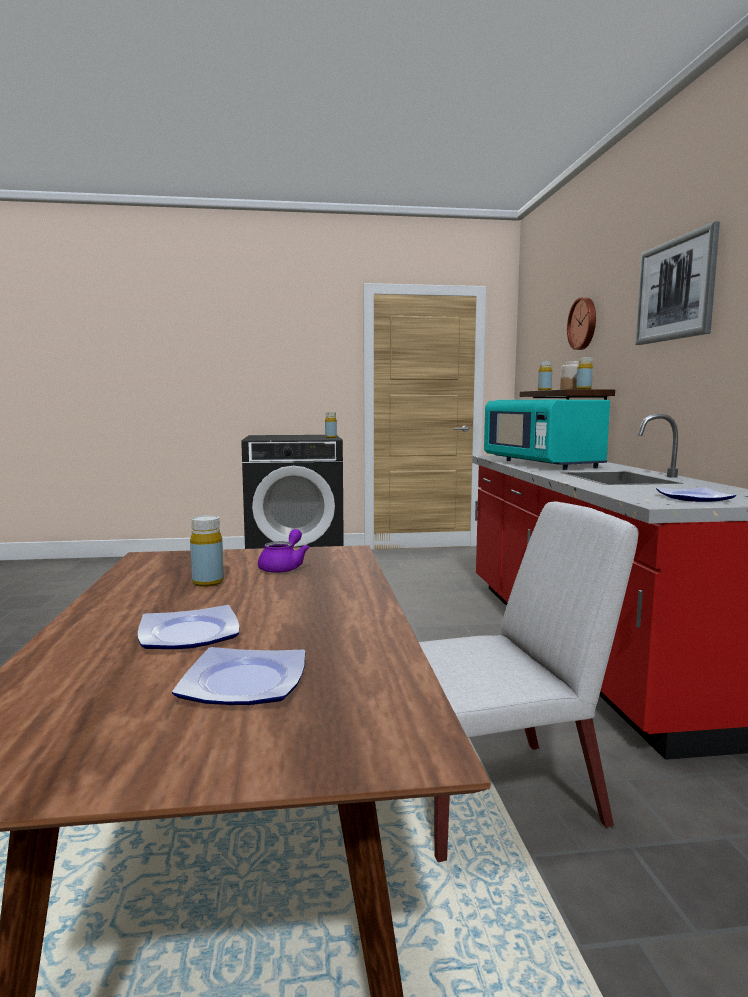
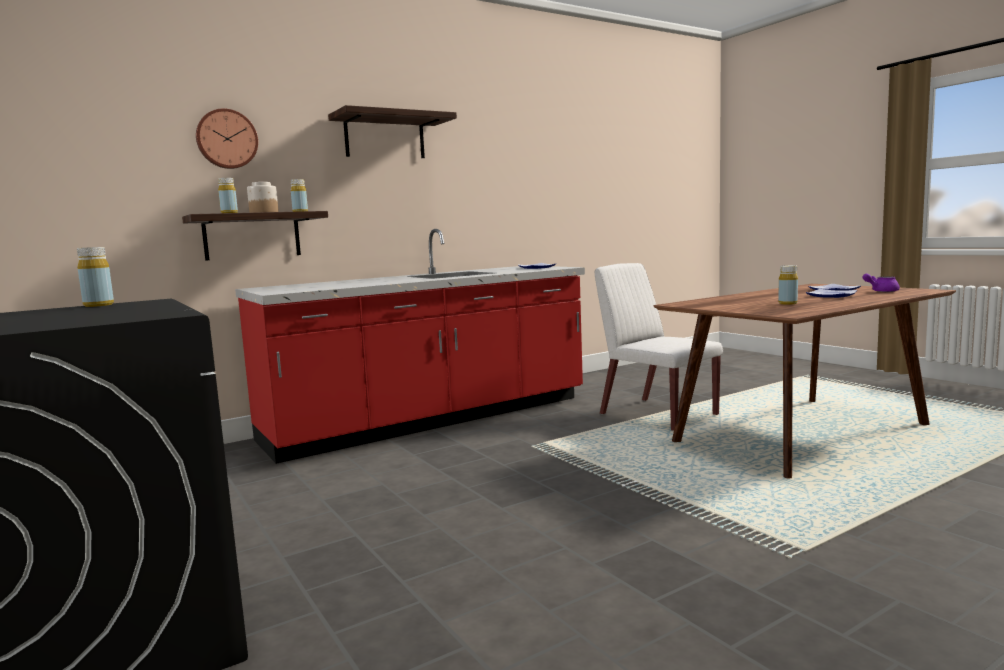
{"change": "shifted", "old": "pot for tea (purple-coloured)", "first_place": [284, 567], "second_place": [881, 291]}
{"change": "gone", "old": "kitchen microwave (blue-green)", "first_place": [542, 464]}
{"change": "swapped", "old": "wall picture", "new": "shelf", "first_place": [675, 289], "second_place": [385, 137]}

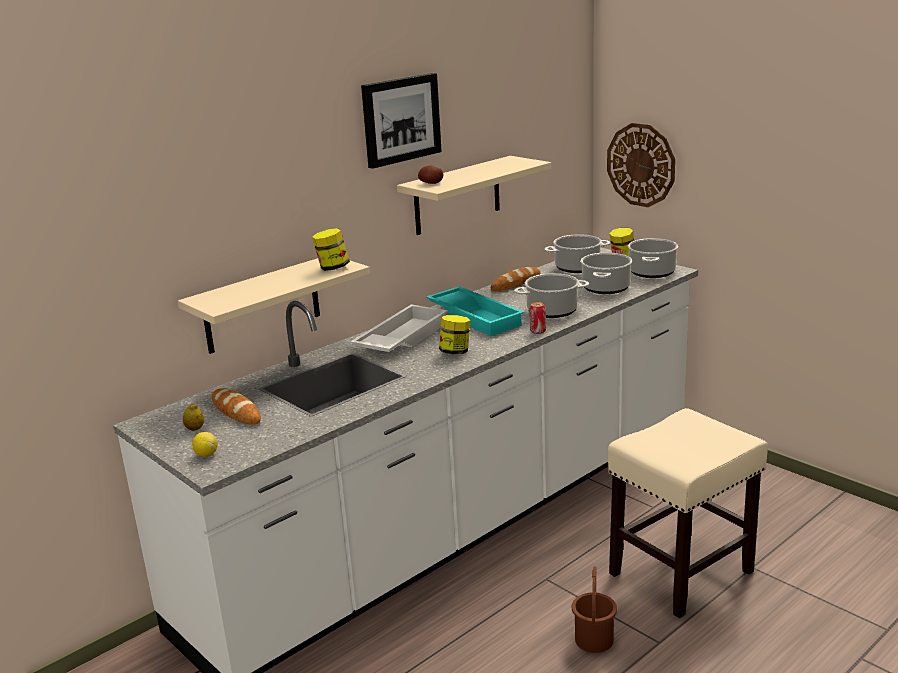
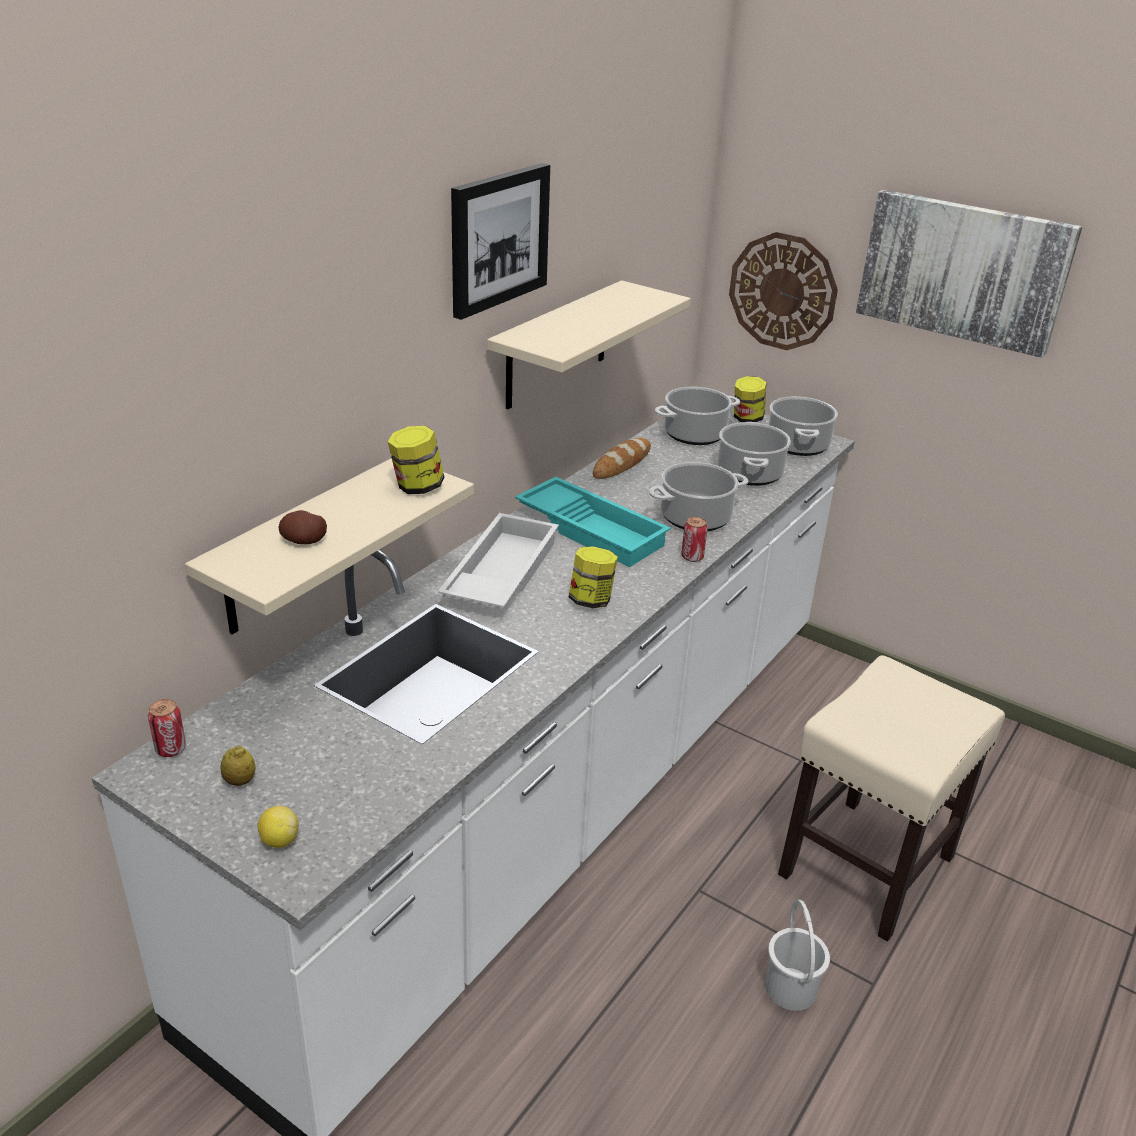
{"change": "gone", "old": "bakery bread", "first_place": [236, 411]}
{"change": "shifted", "old": "spud", "first_place": [431, 183], "second_place": [304, 541]}
{"change": "repainted", "old": "pail (brown)", "new": "pail (white-coloured)", "first_place": [594, 639], "second_place": [791, 988]}
{"change": "new", "new": "can", "second_place": [171, 749]}
{"change": "new", "new": "wall picture", "second_place": [963, 271]}

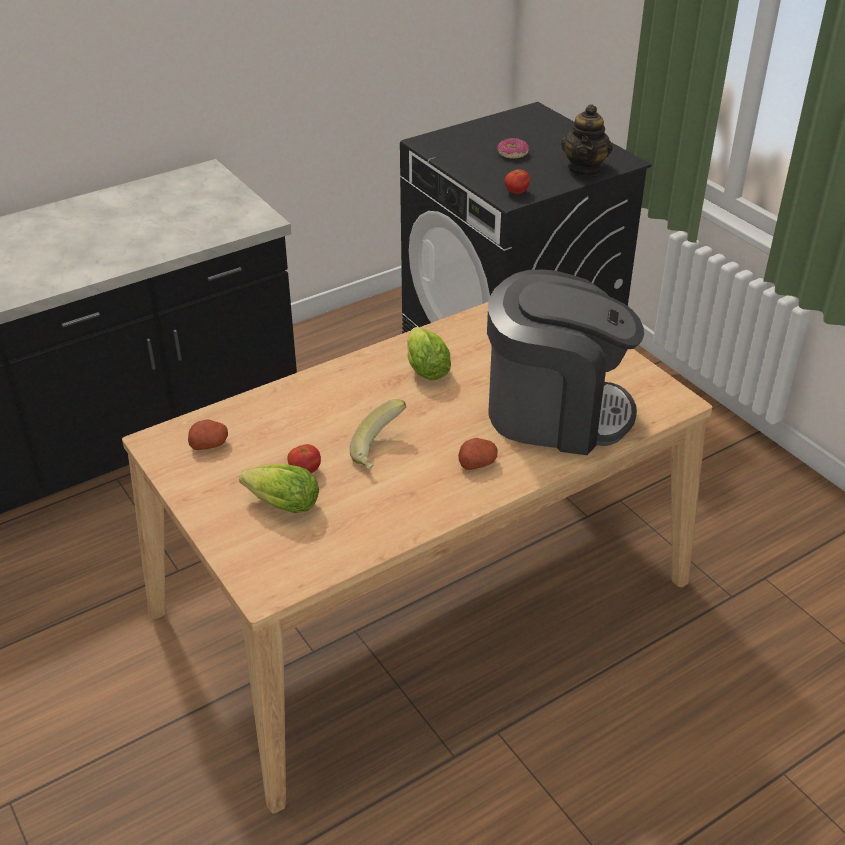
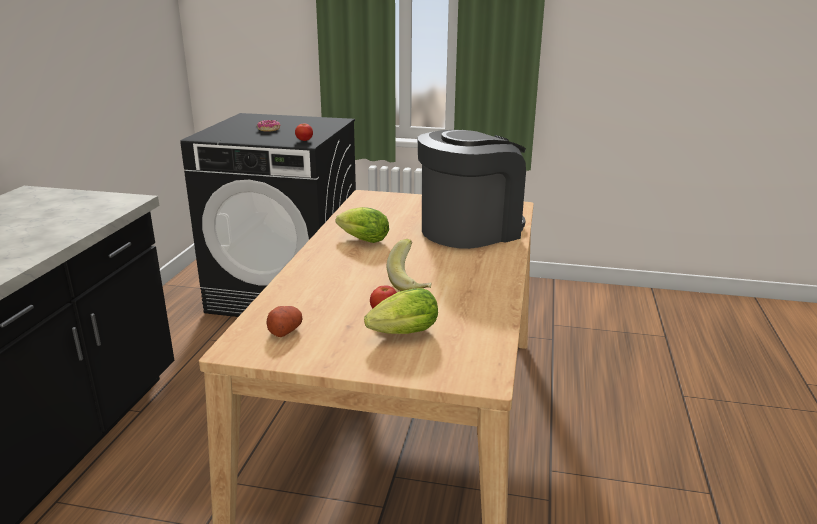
{"change": "gone", "old": "spud", "first_place": [477, 463]}
{"change": "gone", "old": "pot for tea", "first_place": [585, 169]}

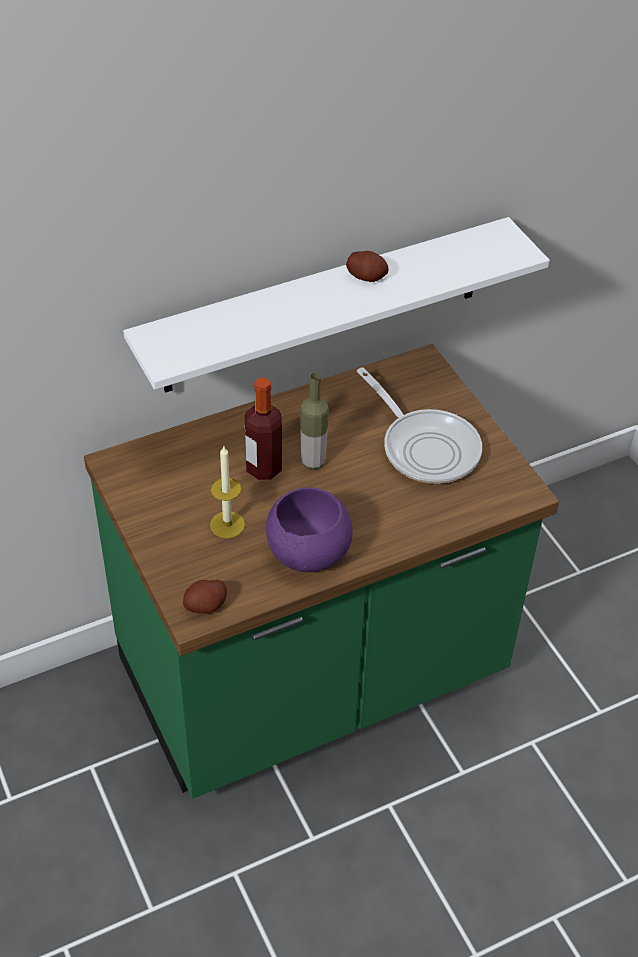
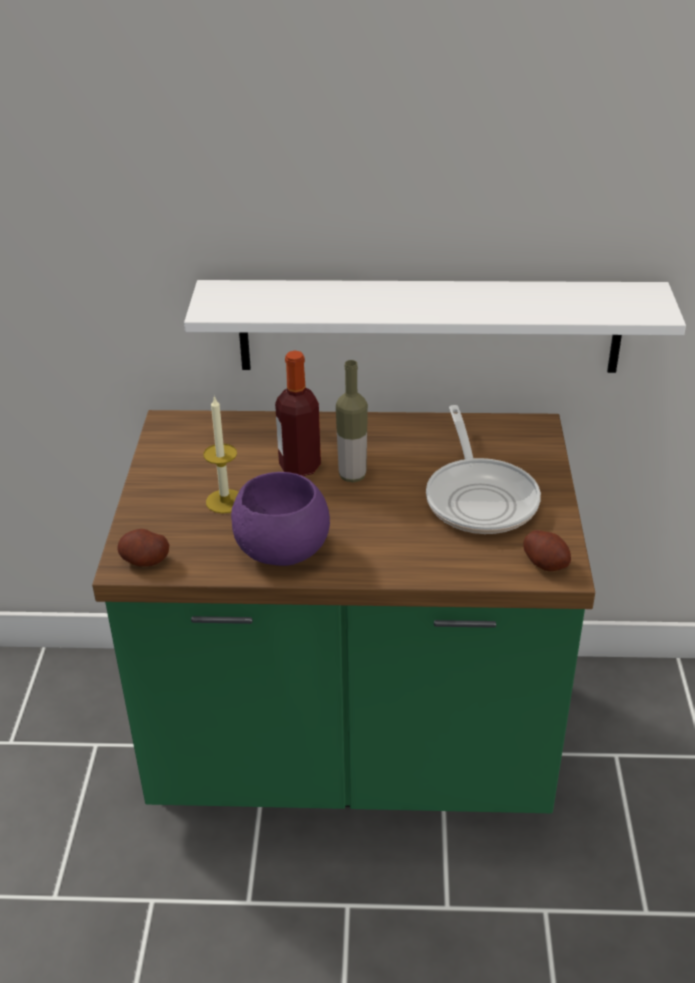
{"change": "shifted", "old": "spud", "first_place": [366, 276], "second_place": [546, 563]}

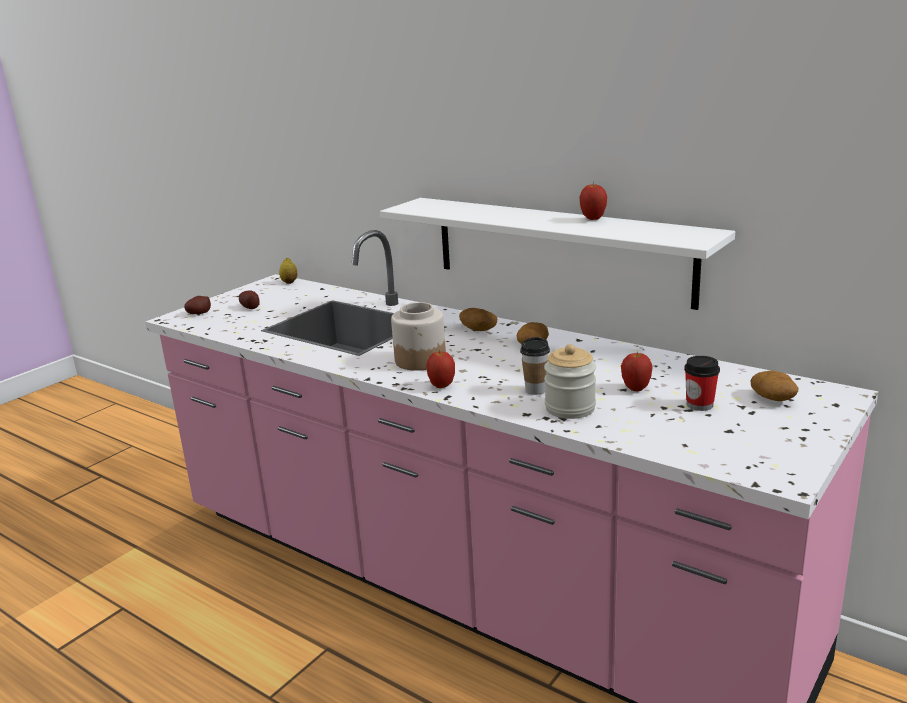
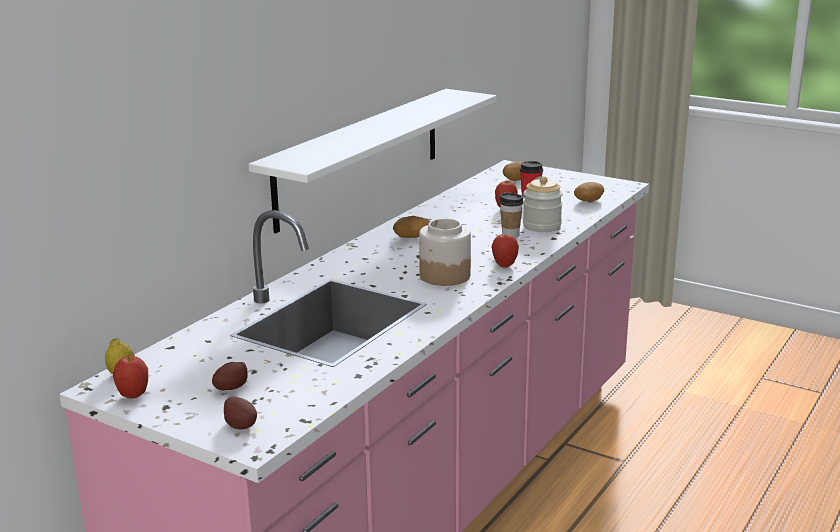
{"change": "shifted", "old": "spud", "first_place": [478, 329], "second_place": [588, 201]}
{"change": "shifted", "old": "apple", "first_place": [593, 219], "second_place": [133, 396]}

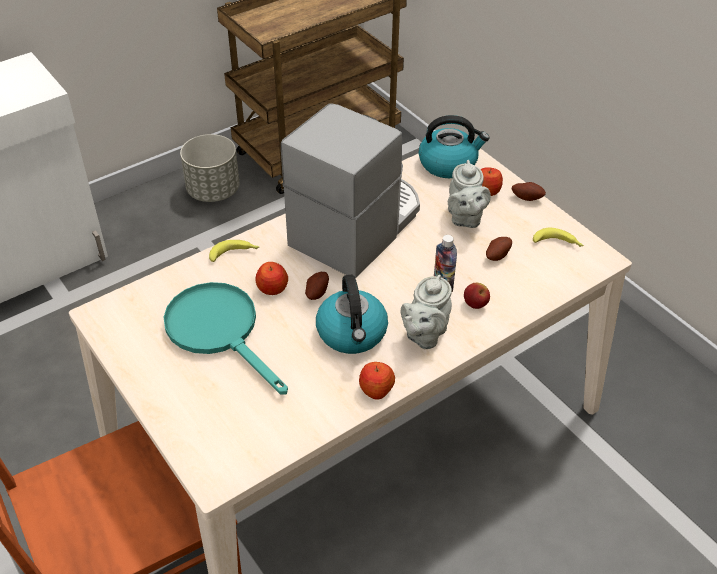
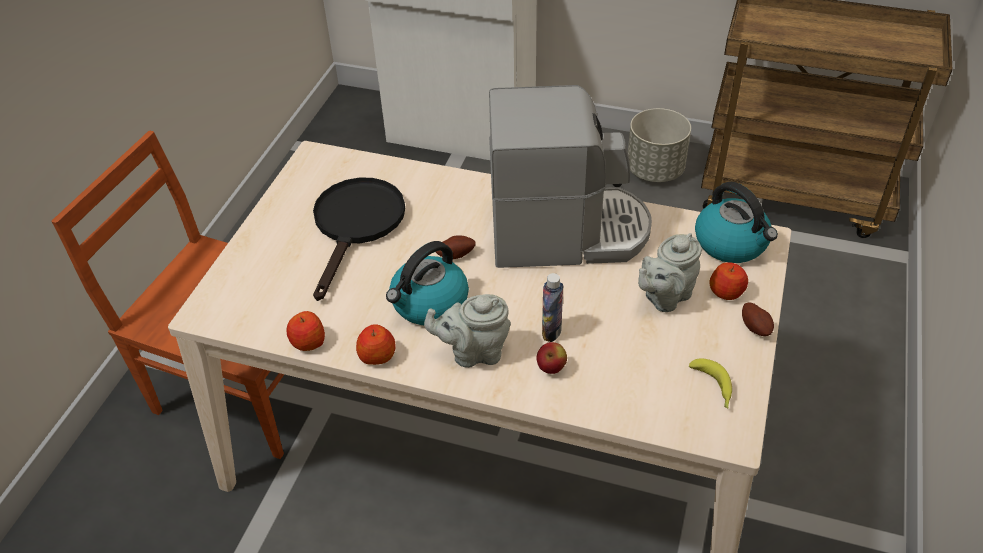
{"change": "repainted", "old": "pan (blue-green)", "new": "pan (black)", "first_place": [220, 331], "second_place": [356, 226]}
{"change": "gone", "old": "whole banana", "first_place": [235, 254]}
{"change": "shifted", "old": "apple", "first_place": [272, 288], "second_place": [308, 342]}
{"change": "gone", "old": "spud", "first_place": [497, 255]}

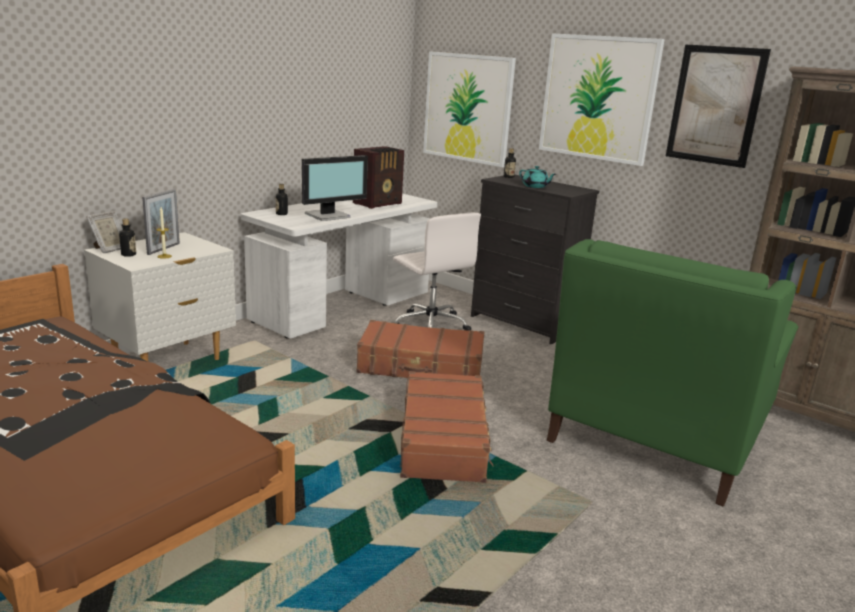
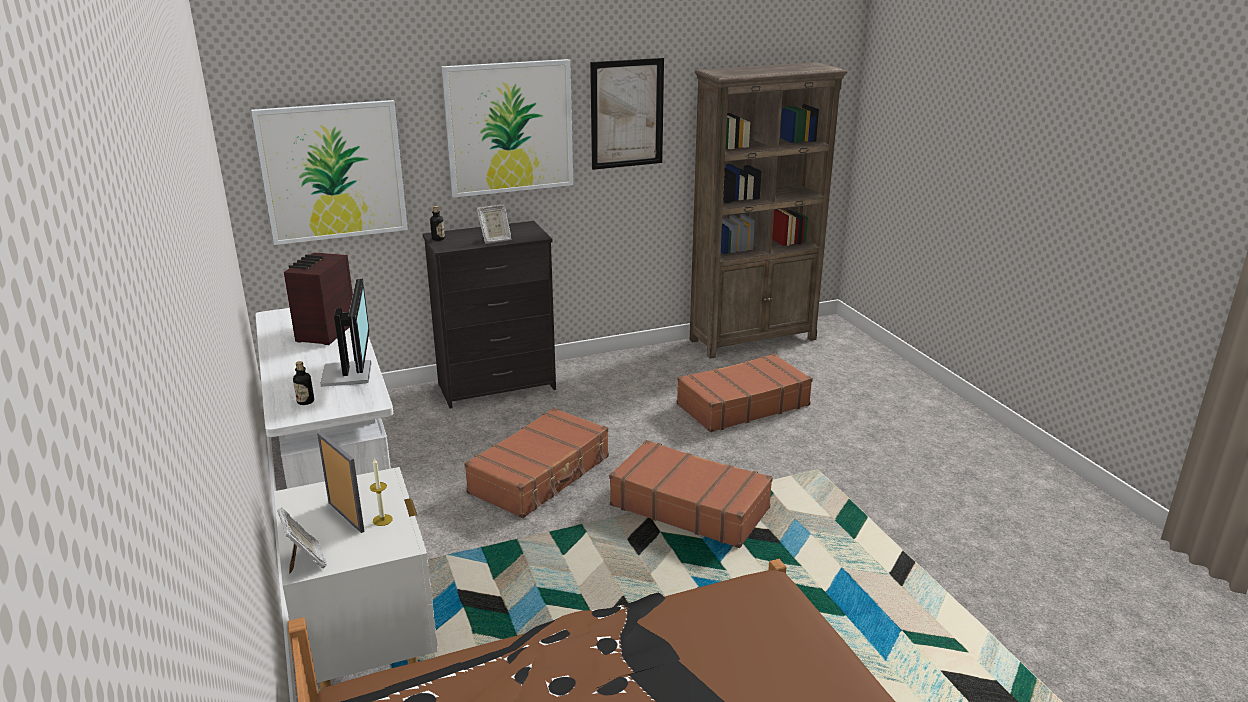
{"change": "gone", "old": "drink bottle", "first_place": [128, 255]}
{"change": "rotated", "old": "radio receiver", "first_place": [378, 203], "second_place": [324, 332], "degrees": -150}
{"change": "gone", "old": "desk chair (white-coloured)", "first_place": [430, 326]}
{"change": "swapped", "old": "pot for tea (blue-green)", "new": "standing frame", "first_place": [535, 186], "second_place": [495, 240]}
{"change": "swapped", "old": "armchair (greenish)", "new": "travel case (brown)", "first_place": [657, 433], "second_place": [742, 405]}

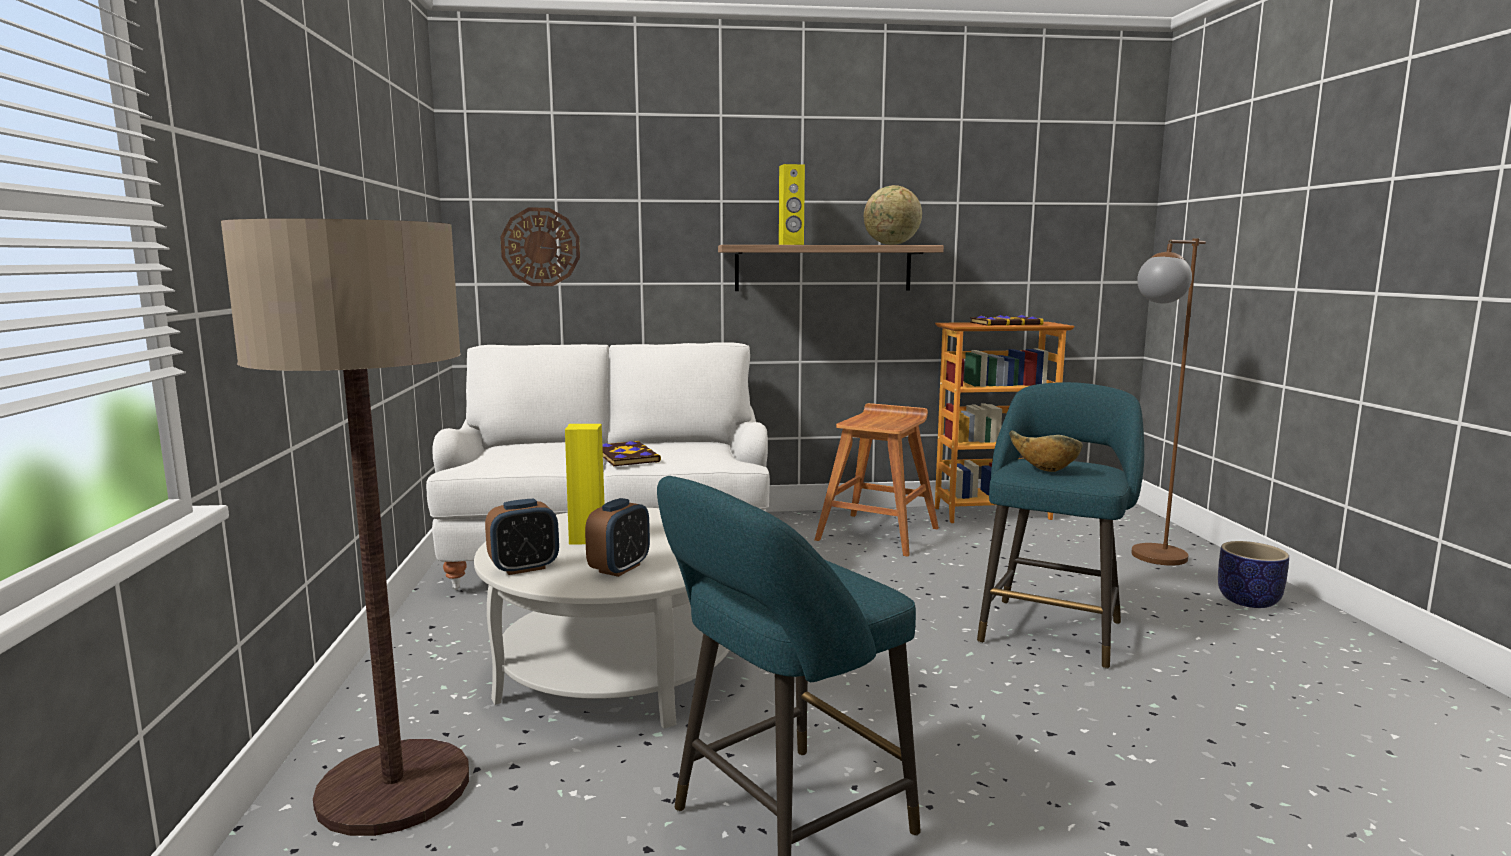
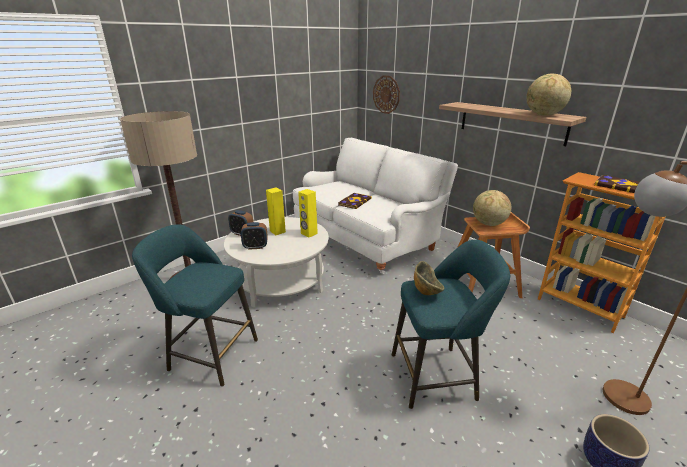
{"change": "shifted", "old": "speaker (yellow-coloured)", "first_place": [791, 244], "second_place": [309, 233]}
{"change": "new", "new": "world globe", "second_place": [488, 224]}

